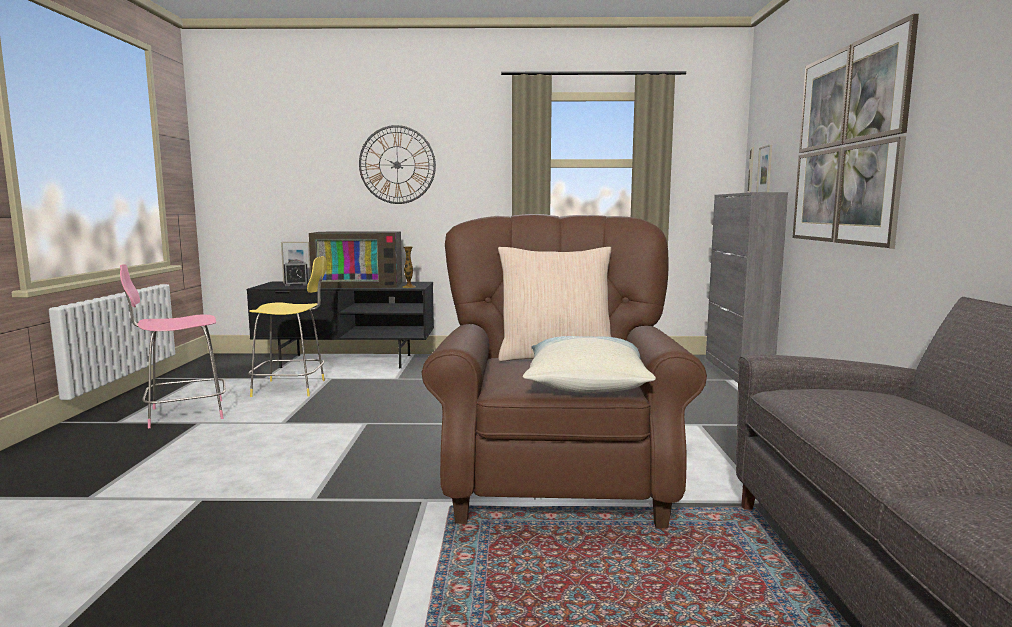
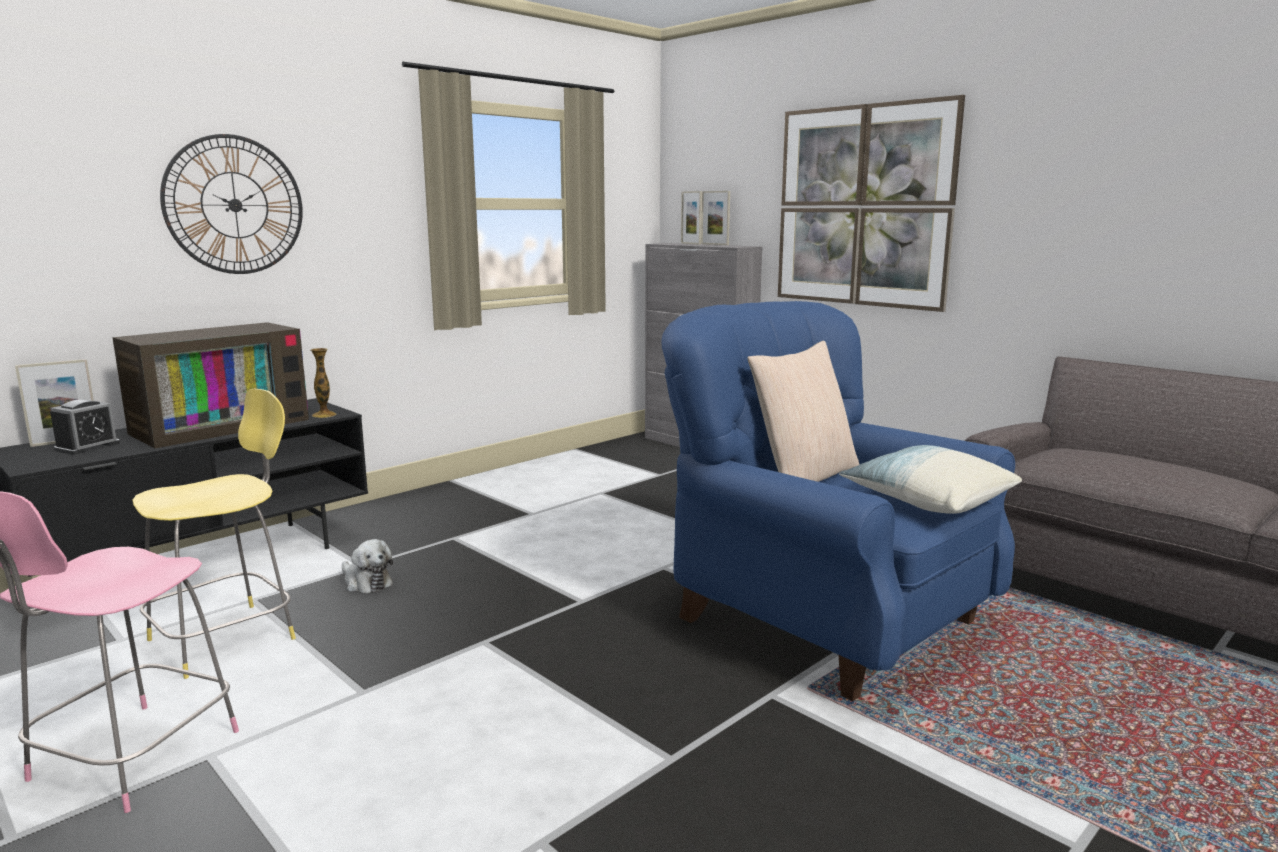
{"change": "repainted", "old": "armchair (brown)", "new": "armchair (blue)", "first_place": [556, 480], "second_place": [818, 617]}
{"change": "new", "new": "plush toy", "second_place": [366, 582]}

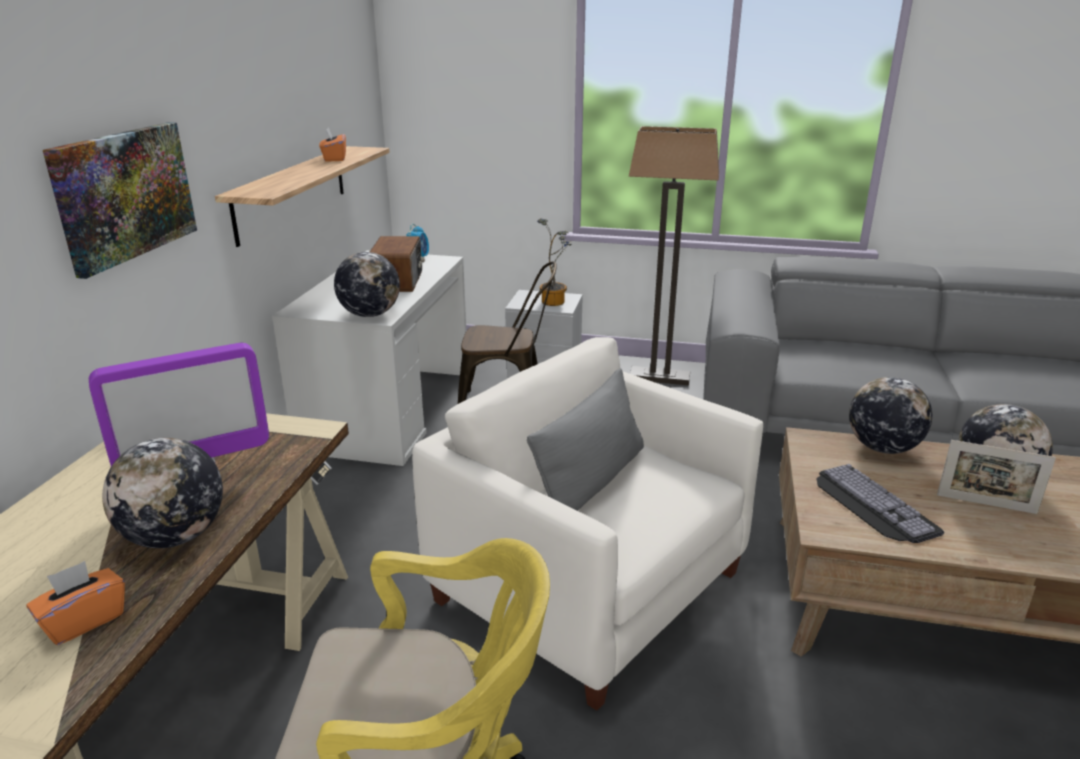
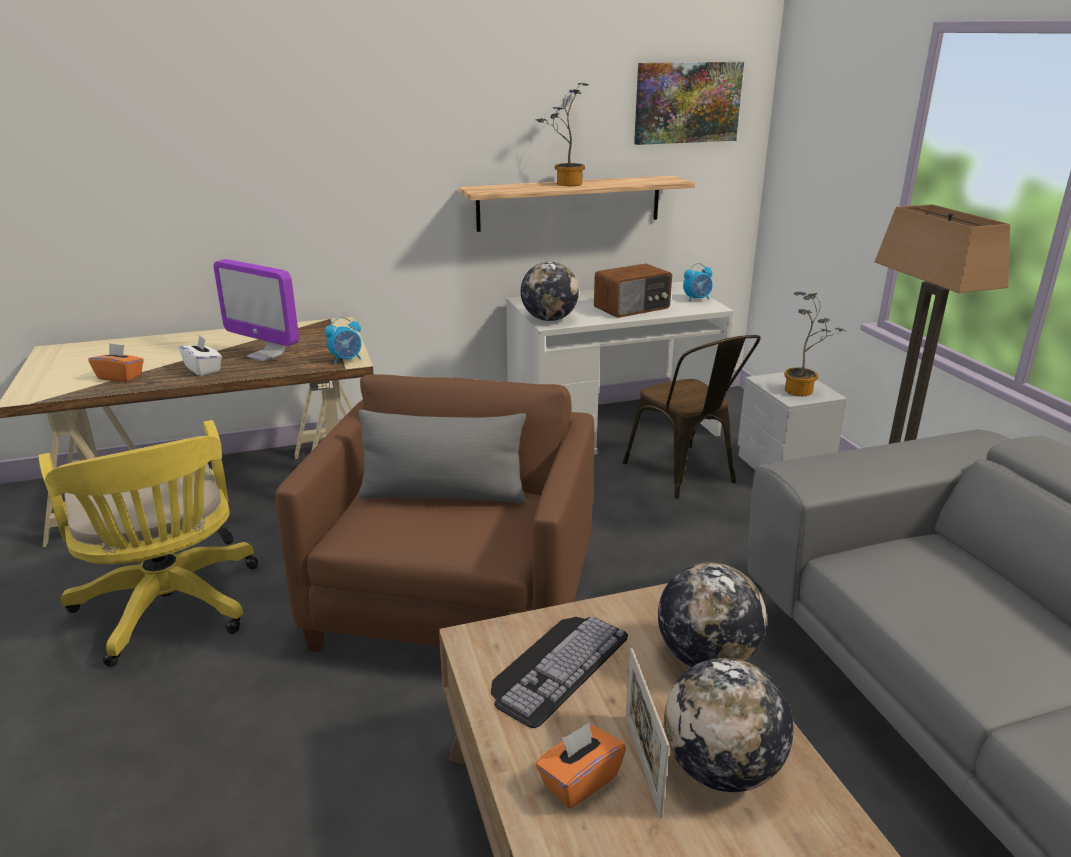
{"change": "shifted", "old": "wall picture", "first_place": [125, 195], "second_place": [687, 102]}
{"change": "swapped", "old": "world globe", "new": "tissue box (white-coloured)", "first_place": [175, 537], "second_place": [203, 369]}
{"change": "shifted", "old": "tissue box (orange)", "first_place": [334, 159], "second_place": [579, 780]}
{"change": "repainted", "old": "armchair (white-coloured)", "new": "armchair (brown)", "first_place": [588, 587], "second_place": [454, 602]}
{"change": "new", "new": "bedside clock", "second_place": [346, 360]}
{"change": "new", "new": "plant in a pot", "second_place": [565, 184]}

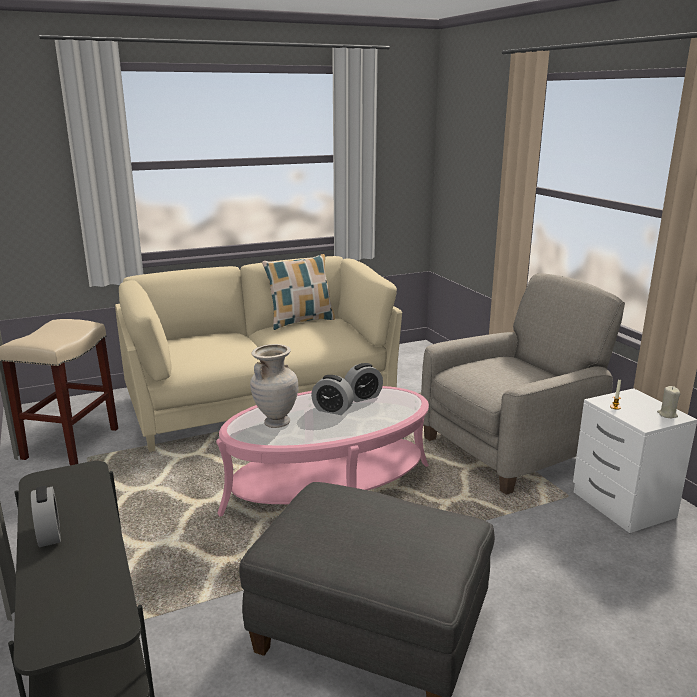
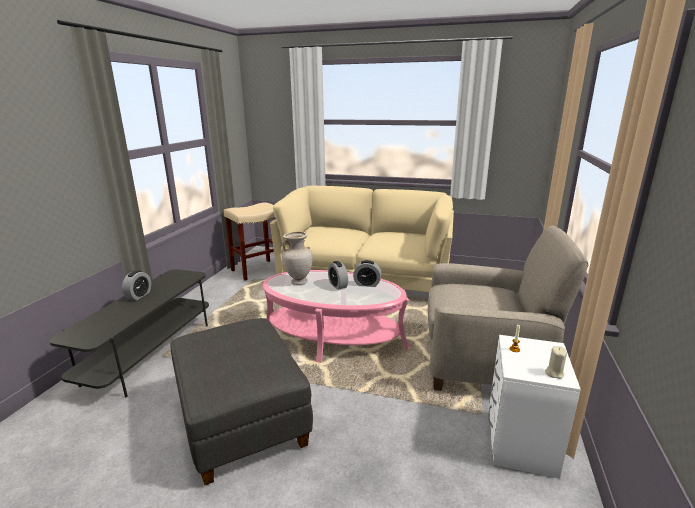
{"change": "gone", "old": "pillow", "first_place": [300, 321]}

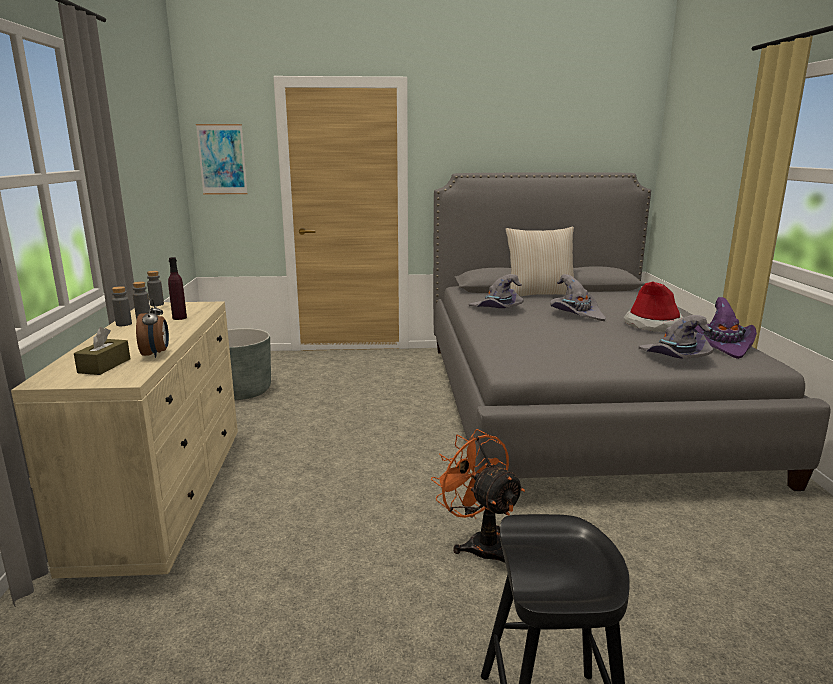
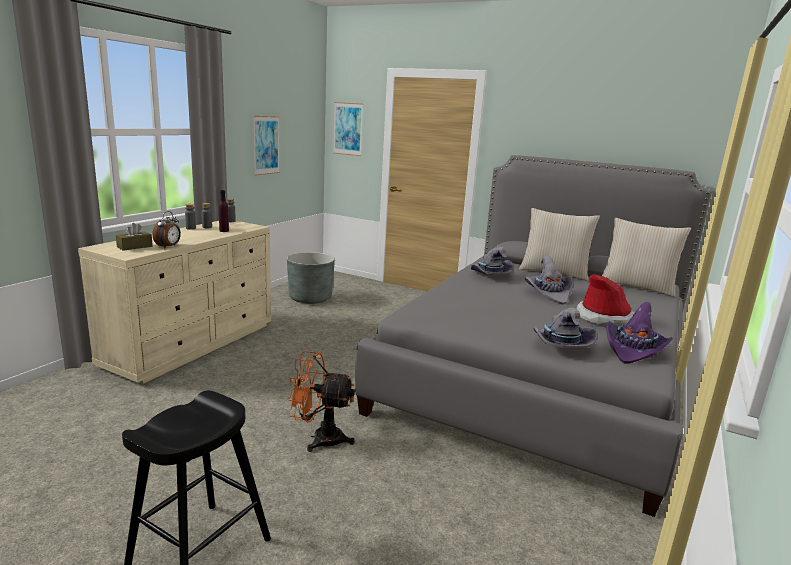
{"change": "rotated", "old": "fan (orange)", "first_place": [480, 544], "second_place": [319, 438], "degrees": -75}
{"change": "new", "new": "wall picture", "second_place": [266, 145]}
{"change": "new", "new": "pillow (beige)", "second_place": [637, 287]}

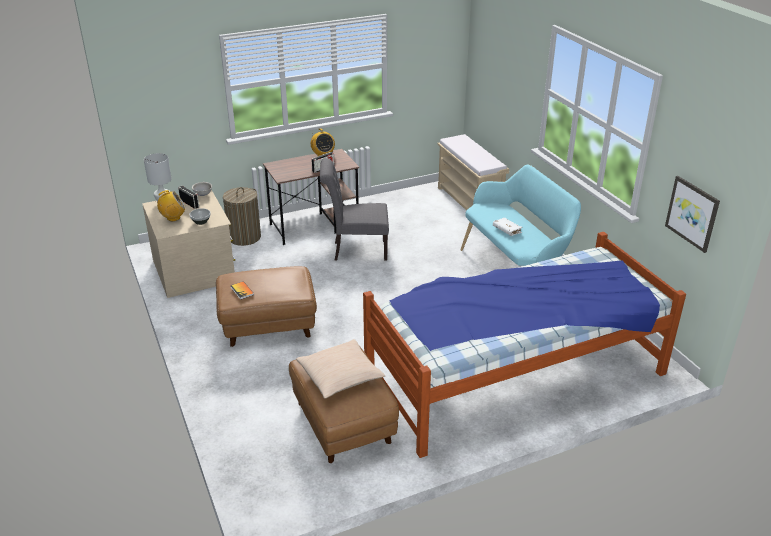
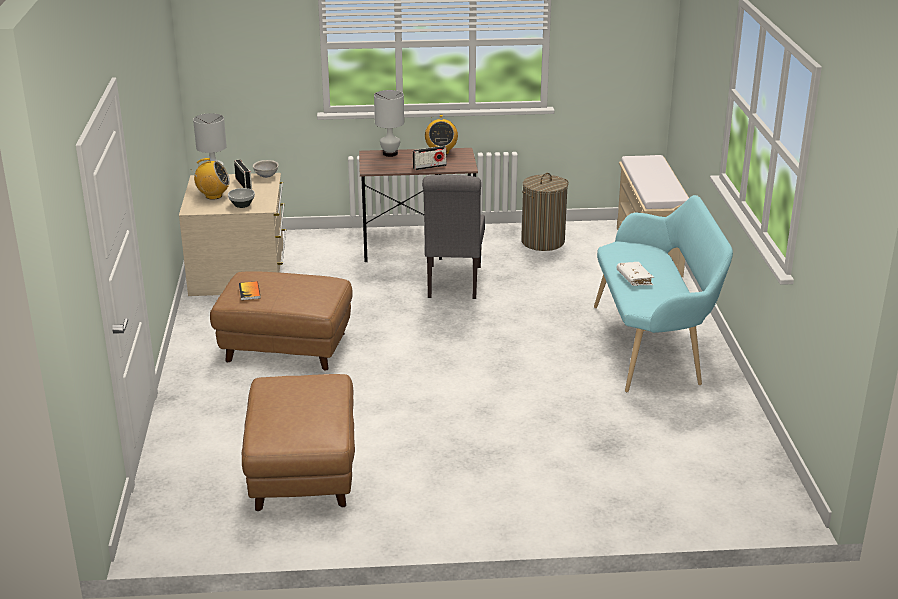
{"change": "shifted", "old": "washing basket", "first_place": [244, 237], "second_place": [542, 242]}
{"change": "gone", "old": "pillow (beige)", "first_place": [340, 376]}
{"change": "rotated", "old": "chair (greyish)", "first_place": [356, 250], "second_place": [453, 284], "degrees": -105}
{"change": "gone", "old": "bedroom bed", "first_place": [514, 373]}
{"change": "gone", "old": "wall picture", "first_place": [692, 213]}
{"change": "new", "new": "table lamp (white-coloured)", "second_place": [390, 154]}

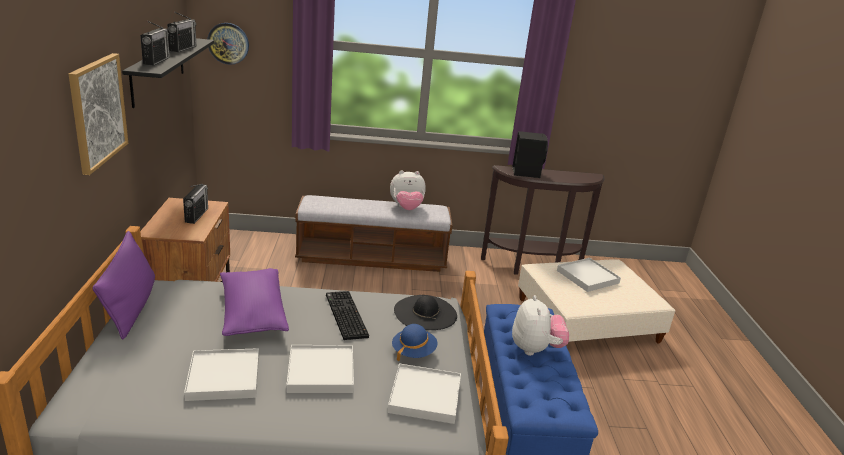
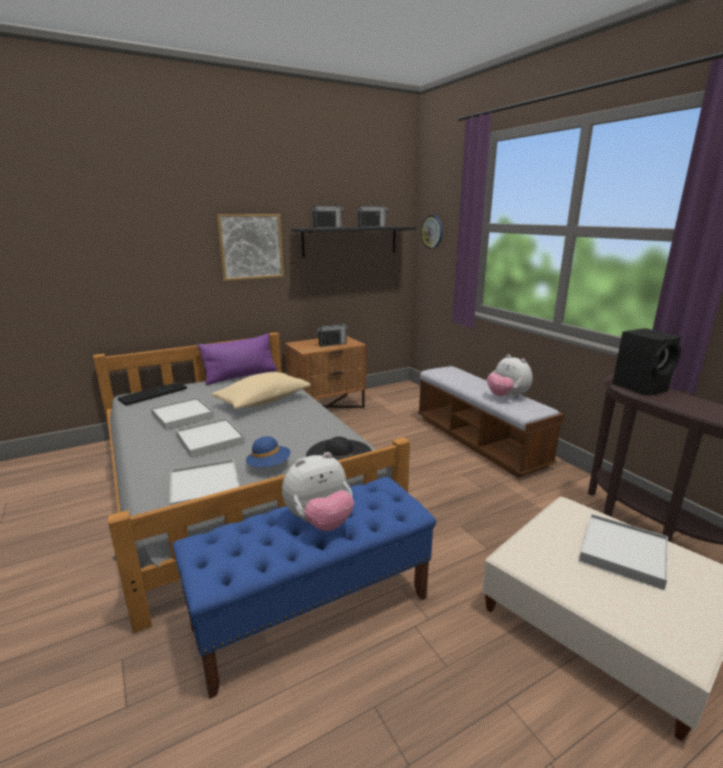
{"change": "repainted", "old": "pillow (purple-coloured)", "new": "pillow (beige)", "first_place": [252, 314], "second_place": [263, 401]}
{"change": "shifted", "old": "computer keyboard", "first_place": [344, 315], "second_place": [153, 394]}

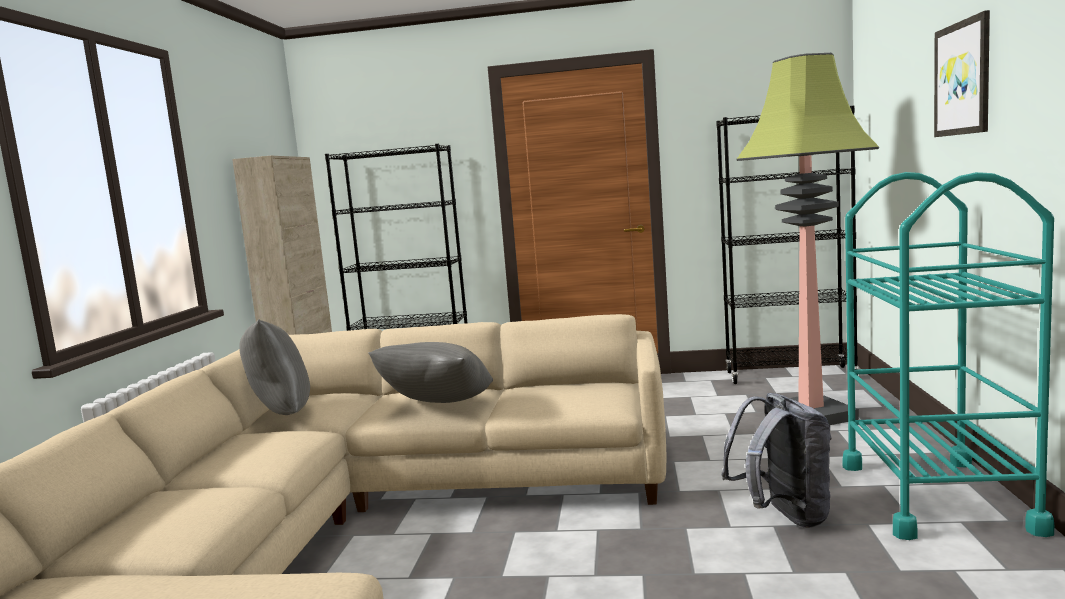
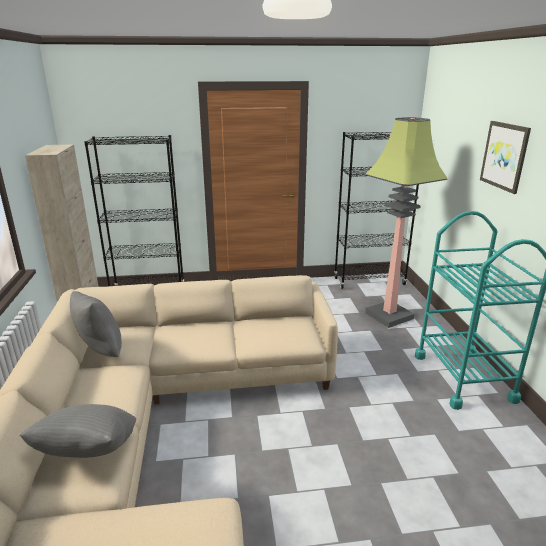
{"change": "shifted", "old": "pillow (greyish)", "first_place": [438, 407], "second_place": [89, 454]}
{"change": "gone", "old": "rucksack (greyish)", "first_place": [783, 517]}

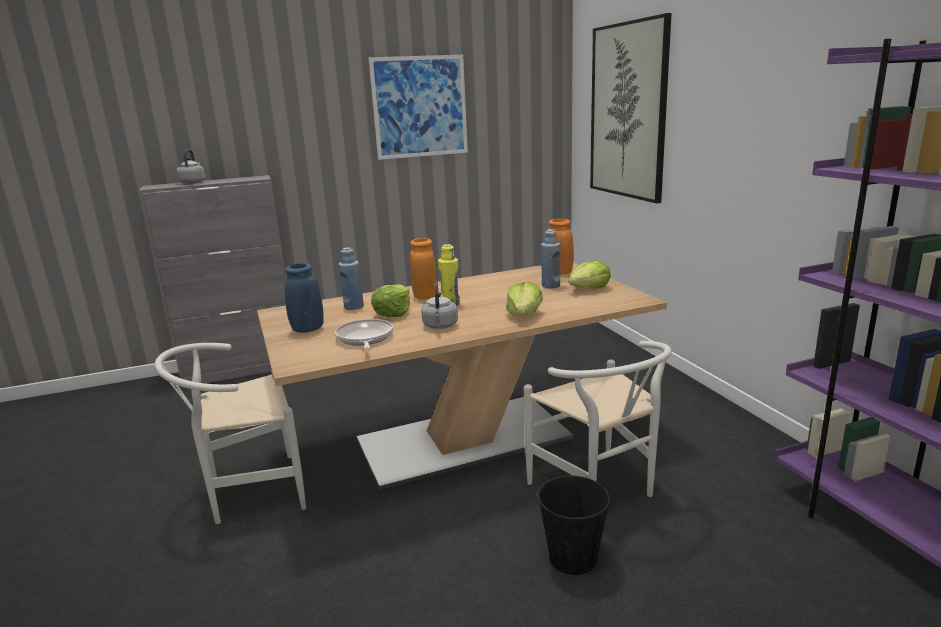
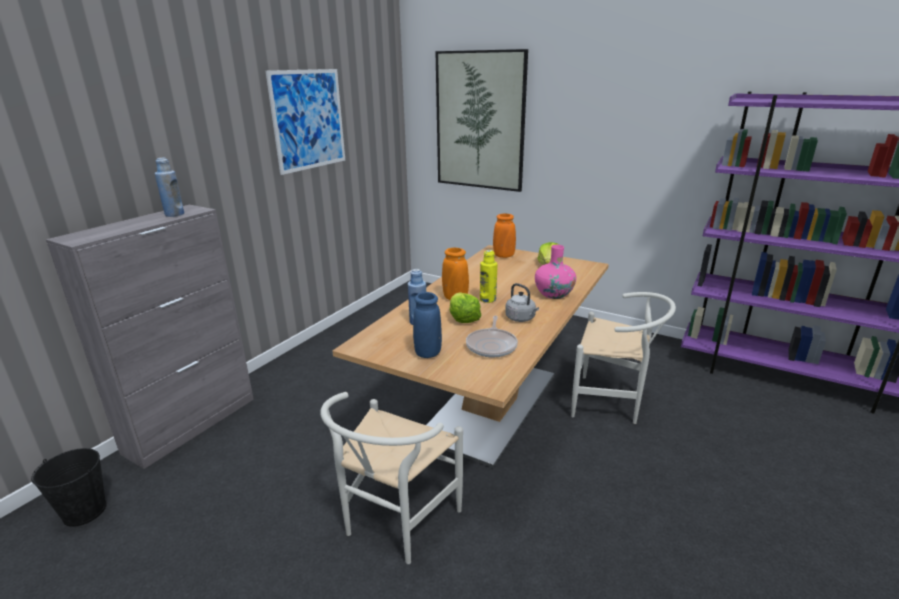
{"change": "gone", "old": "water kettle (greyish)", "first_place": [193, 182]}
{"change": "rotated", "old": "pan", "first_place": [365, 338], "second_place": [492, 345], "degrees": -120}
{"change": "swapped", "old": "lettuce", "new": "flower vase (pinkish)", "first_place": [524, 315], "second_place": [554, 294]}
{"change": "shifted", "old": "pail (black)", "first_place": [573, 557], "second_place": [85, 511]}
{"change": "shifted", "old": "drink bottle (blue)", "first_place": [550, 286], "second_place": [174, 214]}

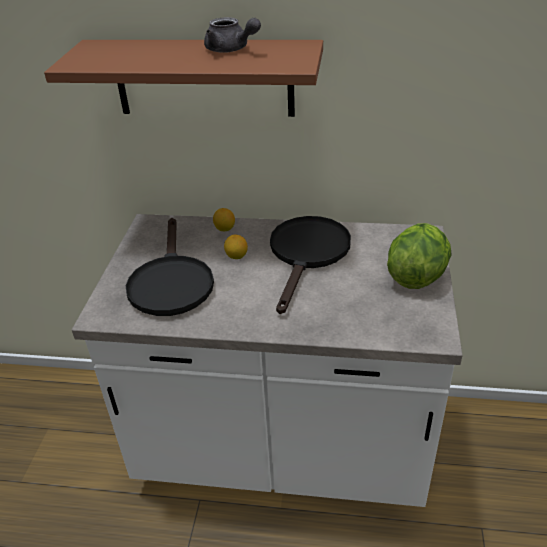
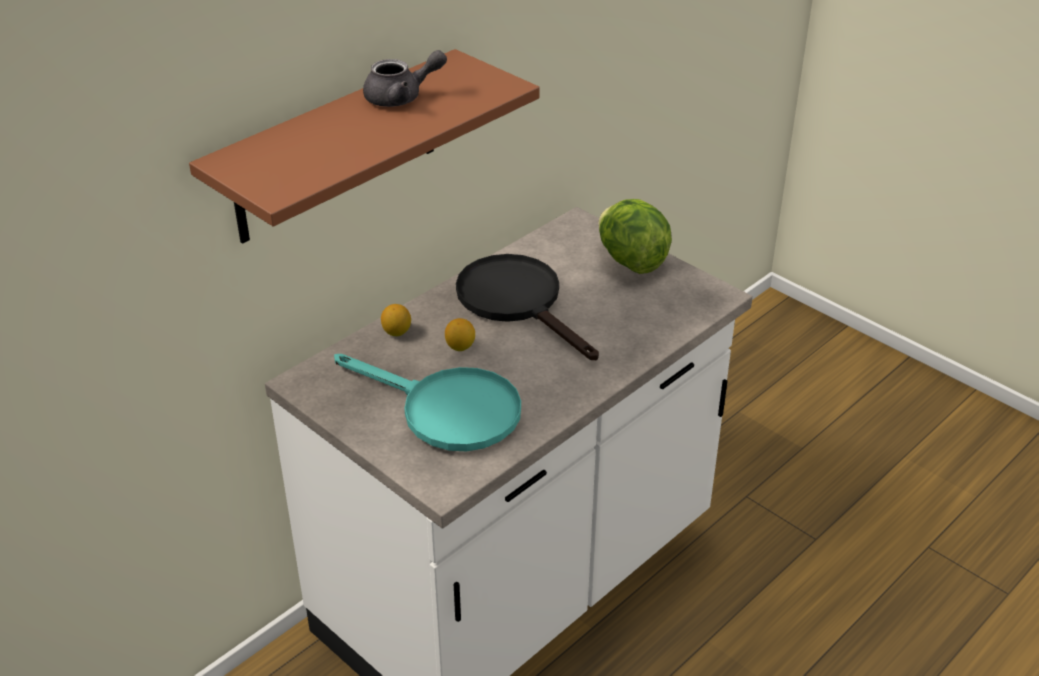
{"change": "repainted", "old": "pan (black)", "new": "pan (blue-green)", "first_place": [170, 282], "second_place": [447, 410]}

